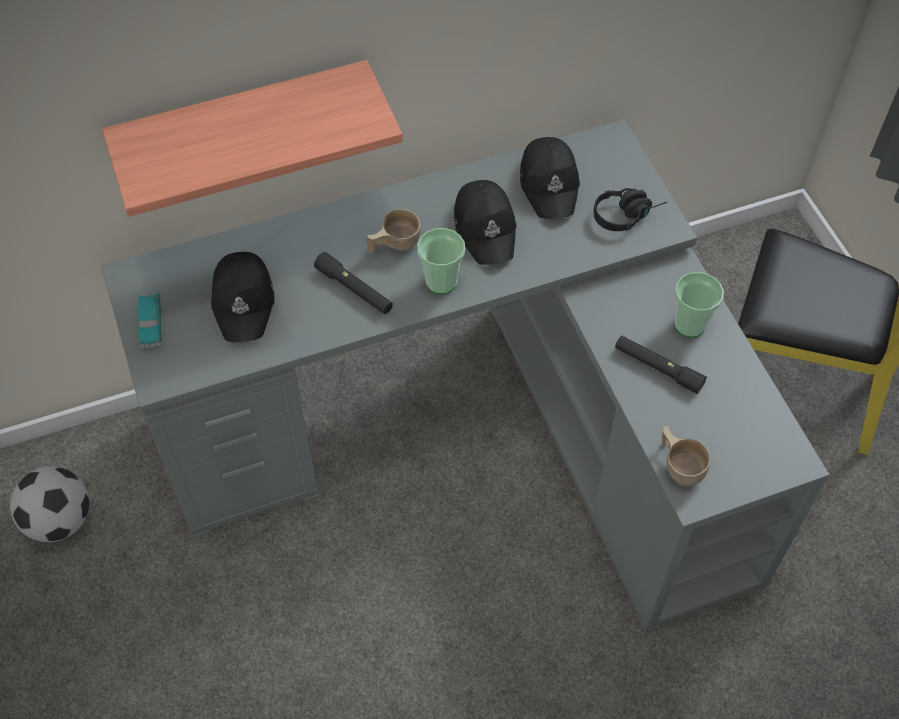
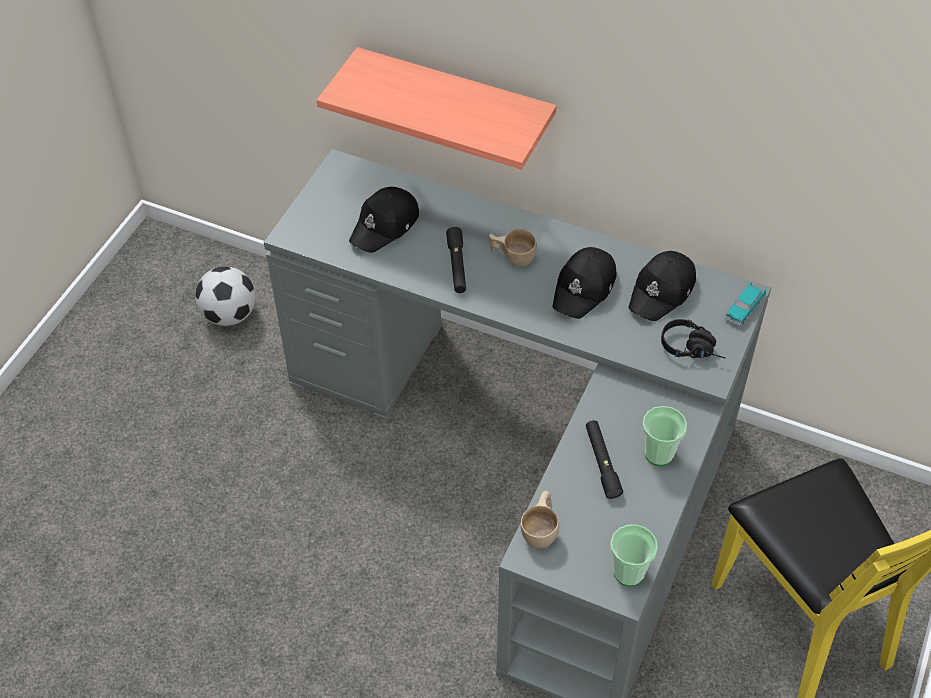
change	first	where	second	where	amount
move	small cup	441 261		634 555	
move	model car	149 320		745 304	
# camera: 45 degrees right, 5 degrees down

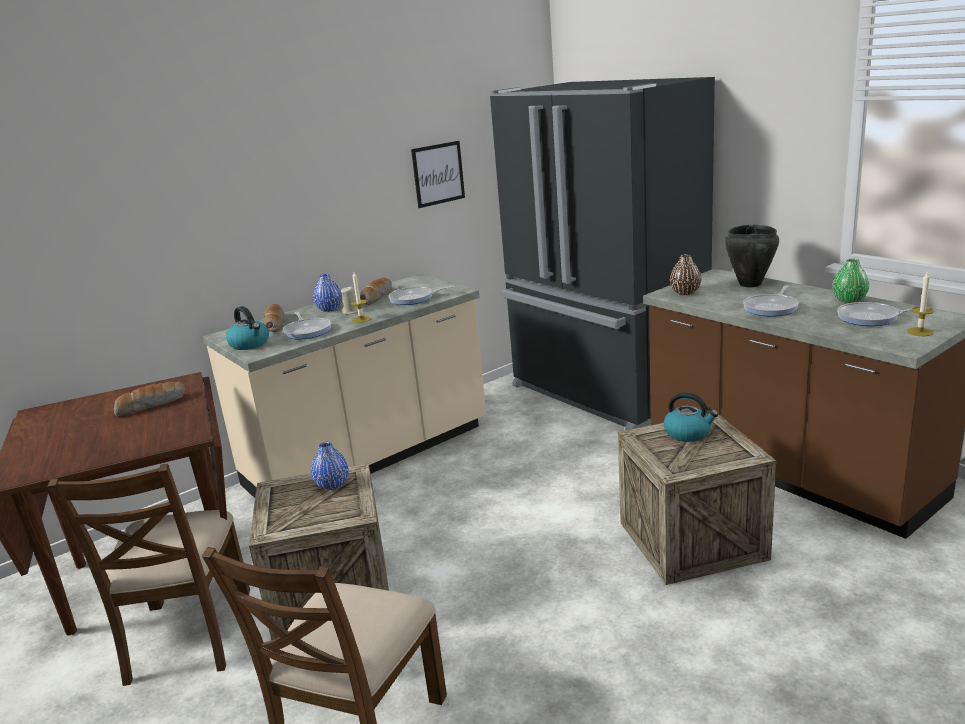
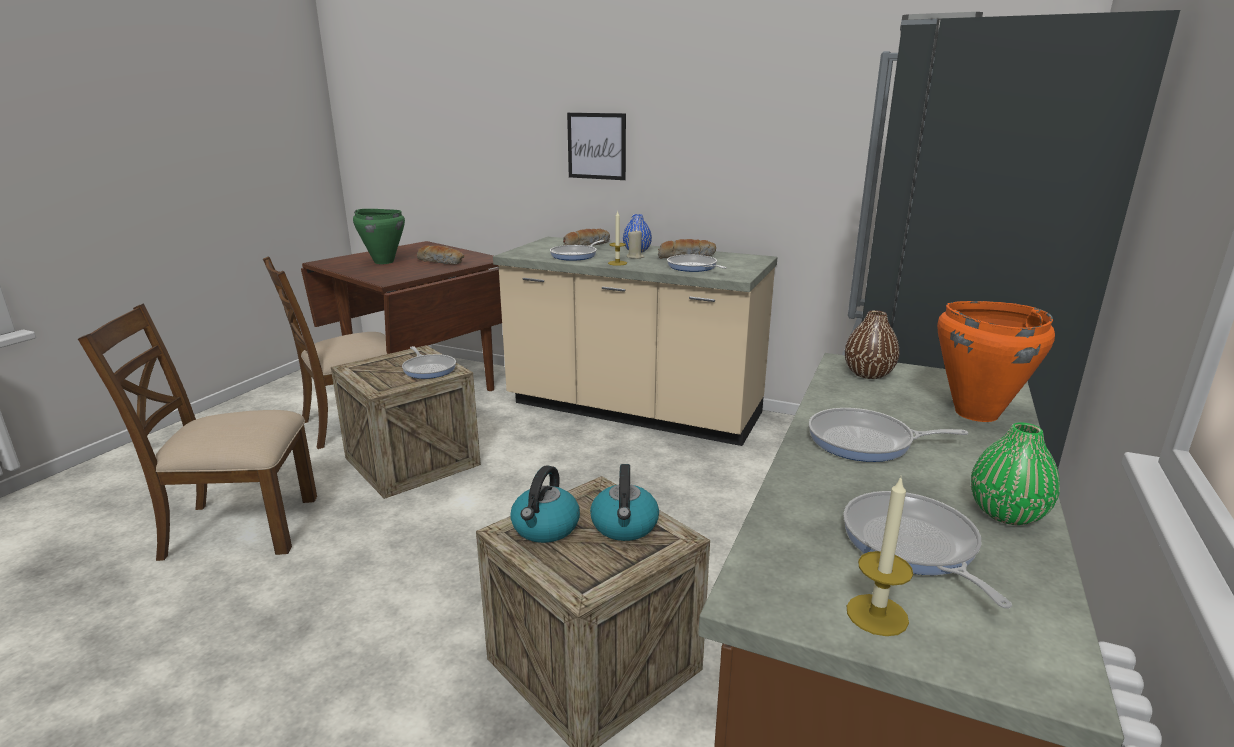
change	first	where	second	where	amount
move	wall art	438 174		596 146	
recolor	black stockpot	752 256	orange-coloured stockpot	996 361	
move	tea kettle	247 328		545 504	
replace	blue-coloured decorative vase	330 466	pan	429 362	
insert			green stockpot	379 236	
# camera: 60 degrees right, 0 degrees up

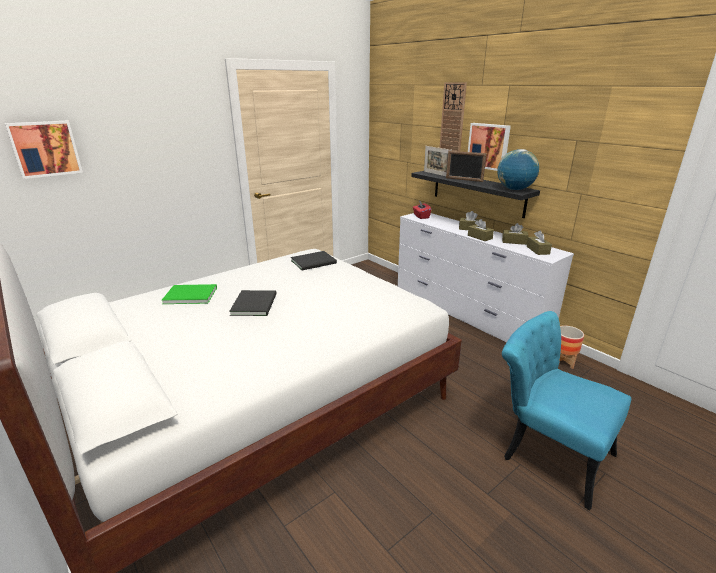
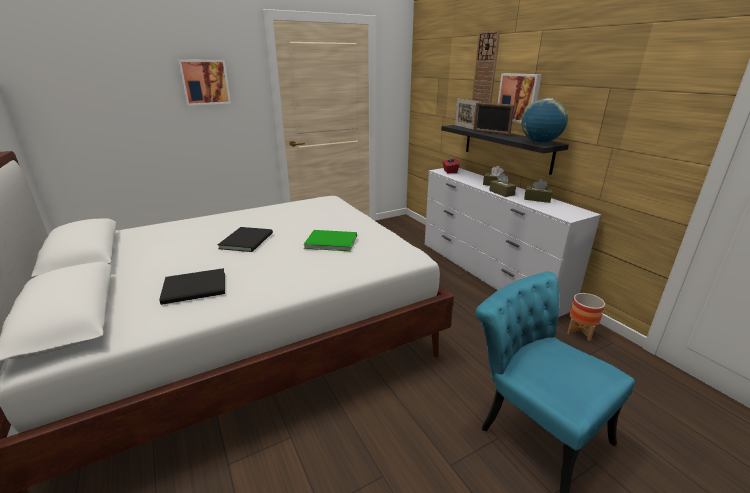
change	first	where	second	where	amount
move	wall art	44 150		204 83	
delete	brown box of tissues	539 243			
move	black book	314 260		192 286	
move	green book	189 294		330 240	
# camera: 10 degrees right, 0 degrees up

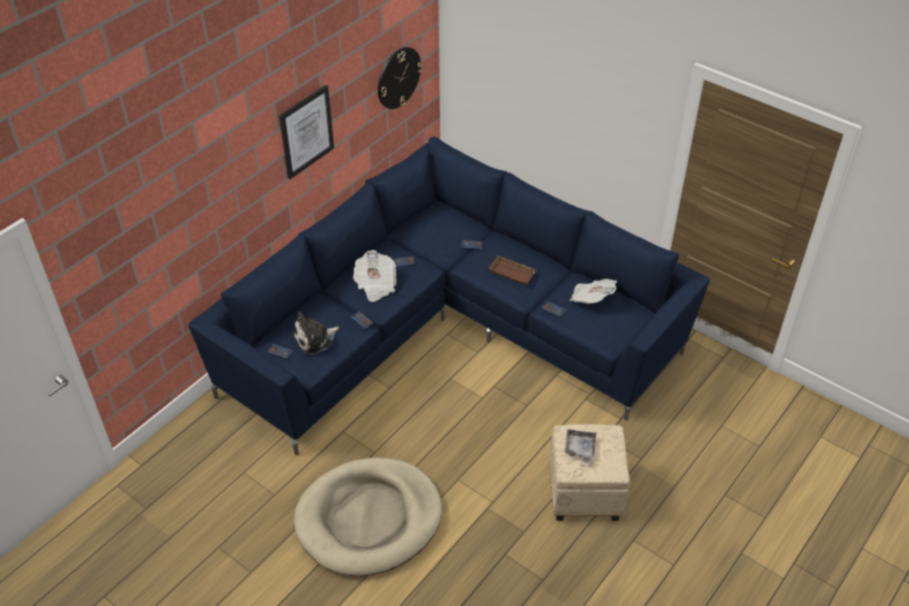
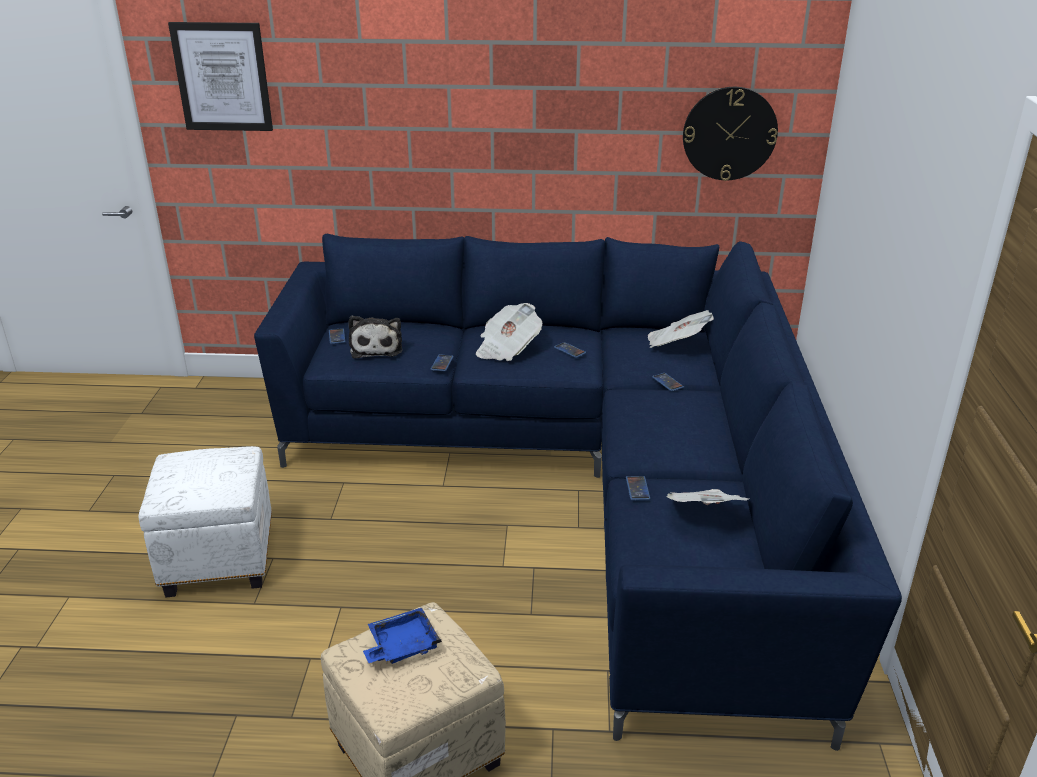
change	first	where	second	where	amount
move	wall art	306 132		220 76	
delete	brown serving tray	512 270			
rotate	cuddly toy	316 333		375 337	120 degrees counterclockwise
recolor	greyish serving tray	580 446	blue-coloured serving tray	402 635	
replace	sand-coloured dog cushion	368 516	whitish pouffe	205 521	
insert			newspaper	681 329	
# camera: 55 degrees right, 15 degrees down

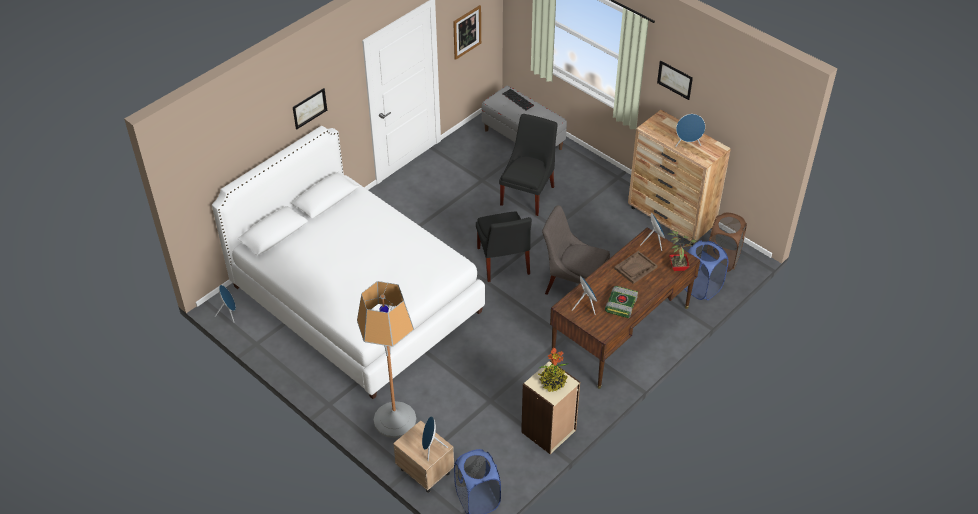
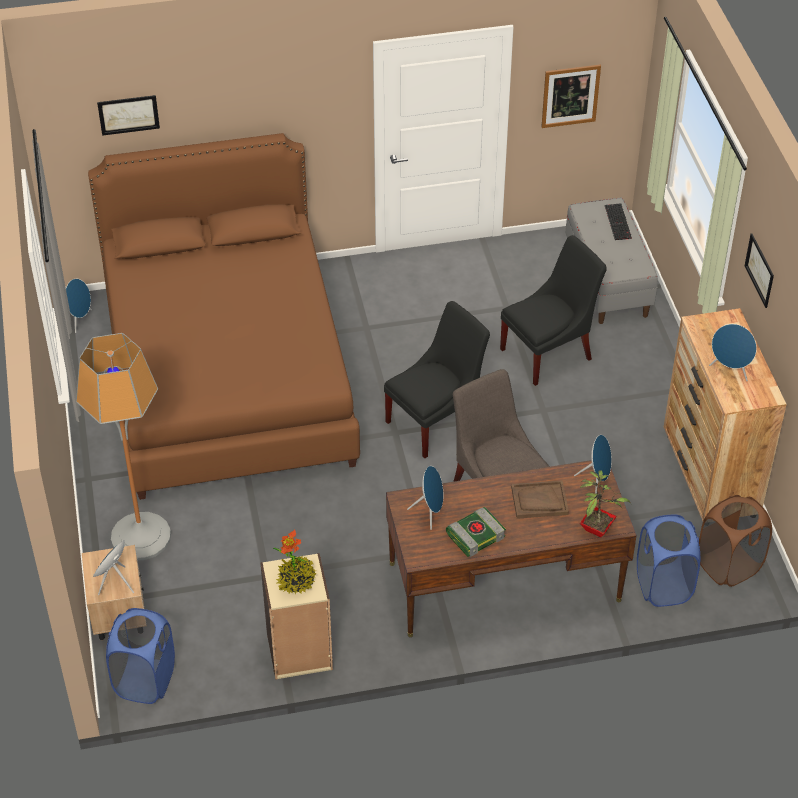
change	first	where	second	where	amount
move	wall art	310 109		128 115	
recolor	whitish bed	348 262	brown bed	224 316	
rotate	black plain chair	504 246		437 379	150 degrees counterclockwise
# camera: 35 degrees right, 0 degrees up

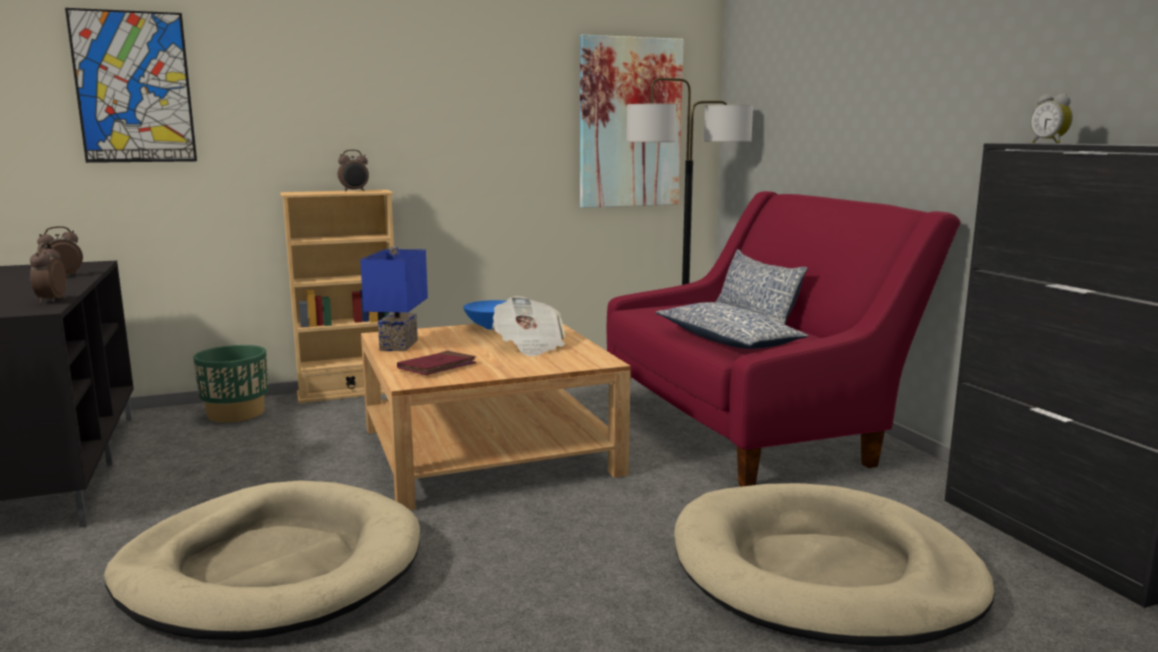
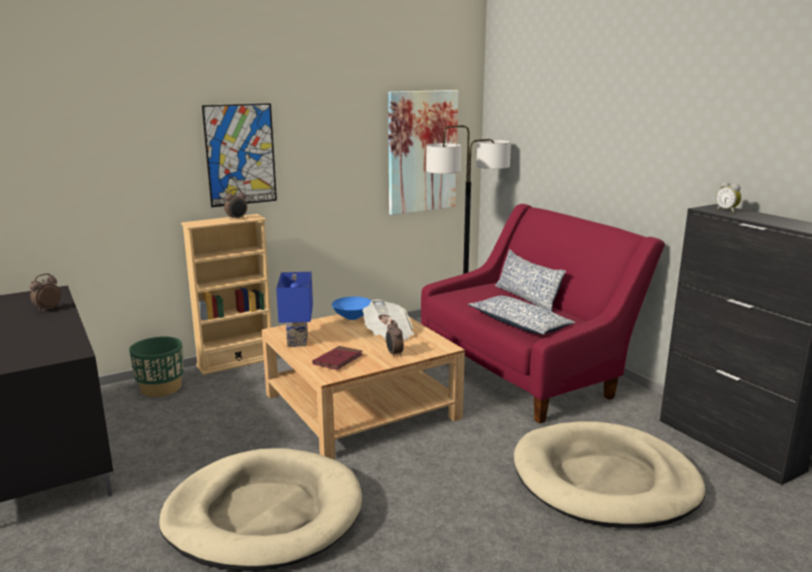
change	first	where	second	where	amount
move	wall art	131 85		239 155	
move	bedside clock	48 273		395 339	
# camera: 10 degrees left, 5 degrees up

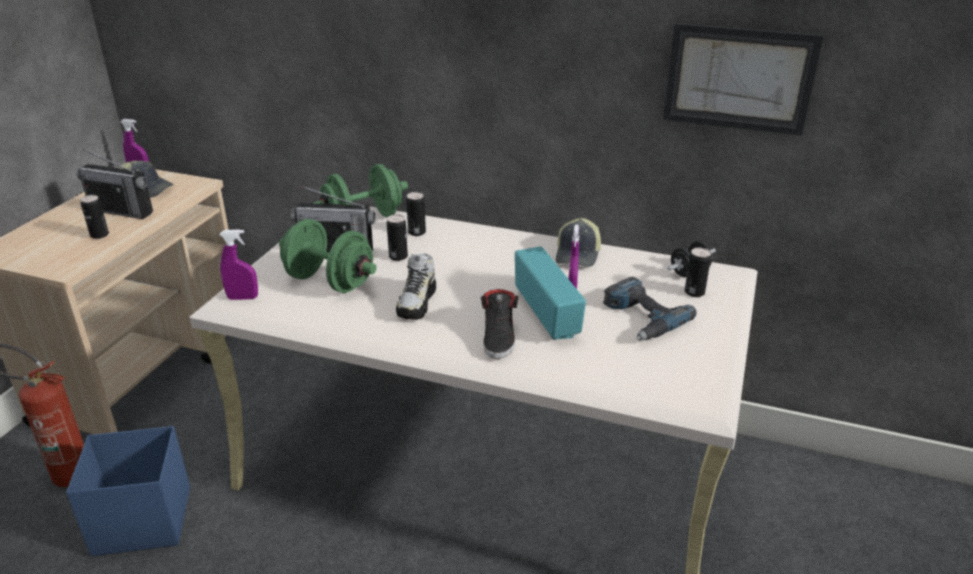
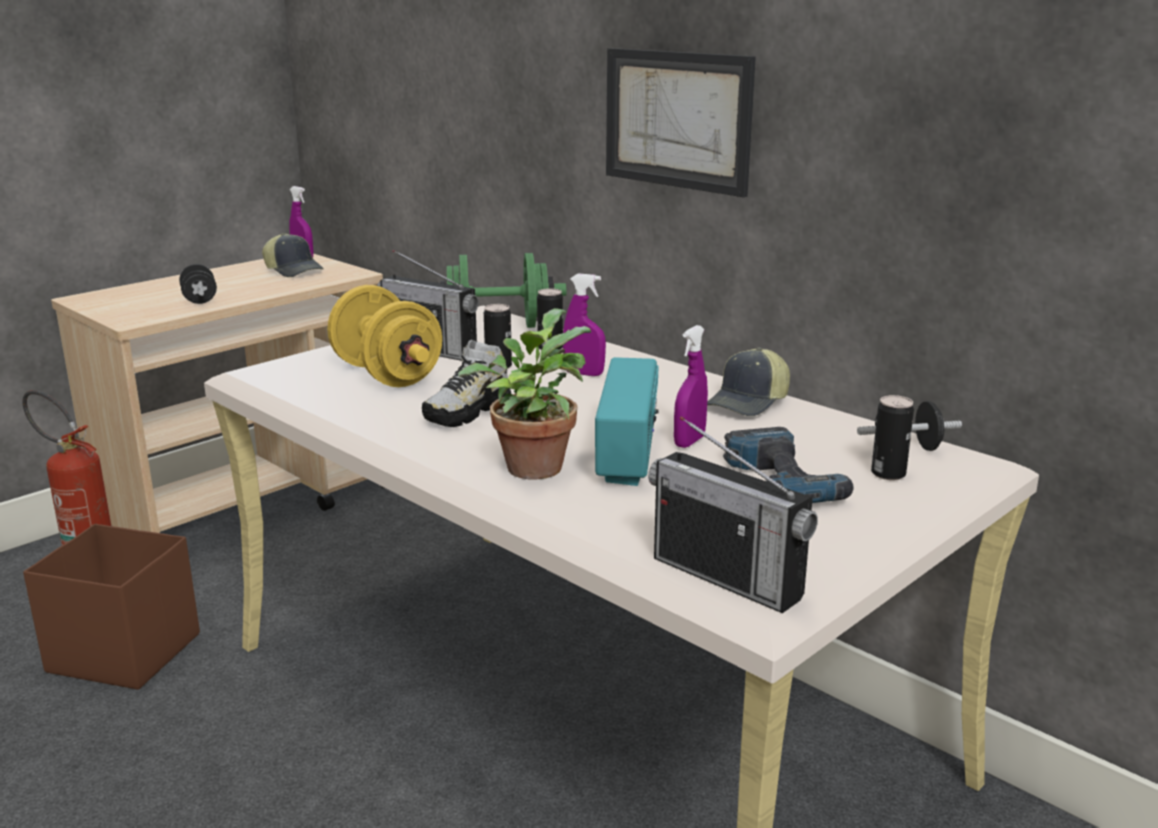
change	first	where	second	where	amount
move	wall art	743 79		681 122	
move	radio receiver	115 184		733 514	
replace	metal can	94 217	black dumbbell	198 284	
recolor	green dumbbell	328 256	yellow-coloured dumbbell	384 336	
move	purplish spray bottle	238 264		584 324	
replace	black item of footwear	499 324	potted plant	524 393	
recolor	blue-coloured storage bin	128 491	brown storage bin	111 607	
# camera: 25 degrees right, 10 degrees down

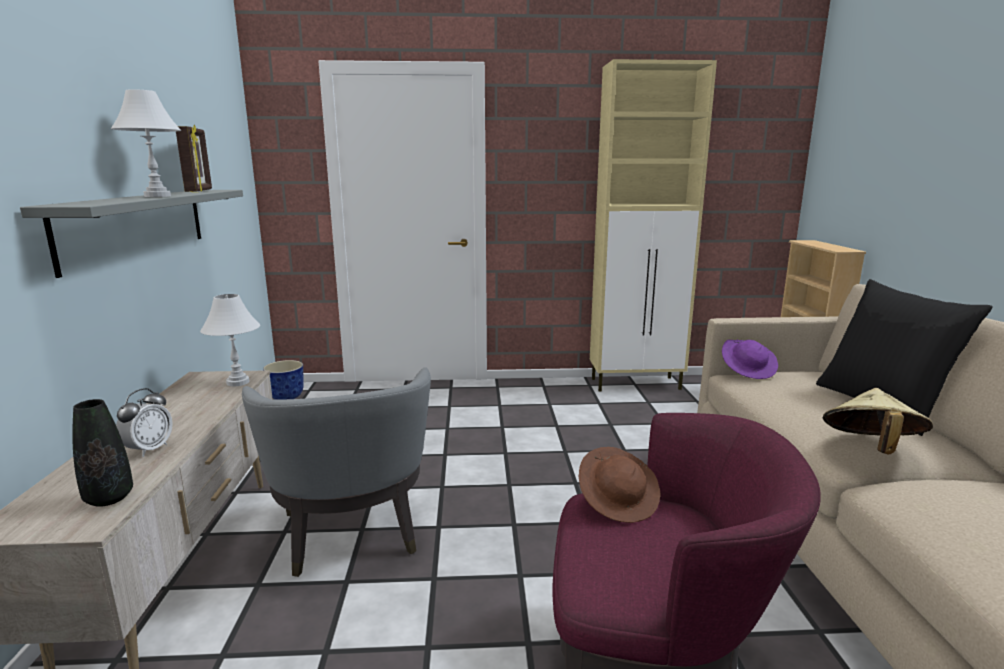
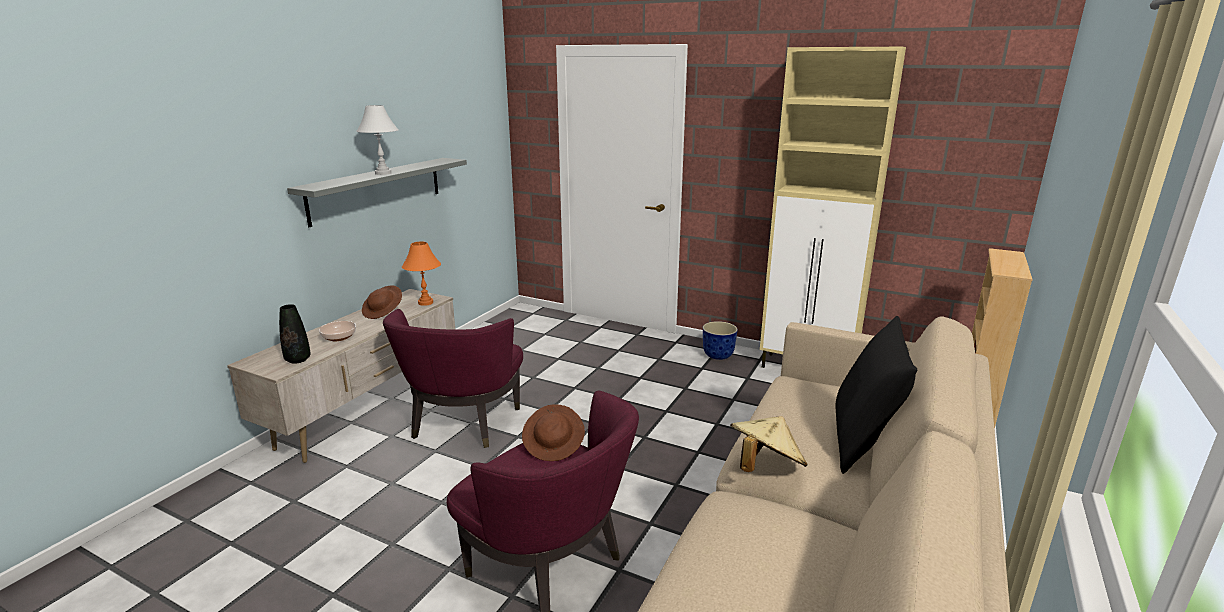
change	first	where	second	where	amount
delete	standing frame	194 158			
recolor	whitish table lamp	230 340	orange-coloured table lamp	421 273	
delete	purplish wearable hat	750 359			
move	plant pot	283 379		720 340	
recolor	greyish easy chair	336 472	purplish easy chair	453 378	
replace	bedside clock	144 422	serving bowl	337 331	
insert			brown wearable hat	382 302	
# camera: 30 degrees right, 5 degrees up

